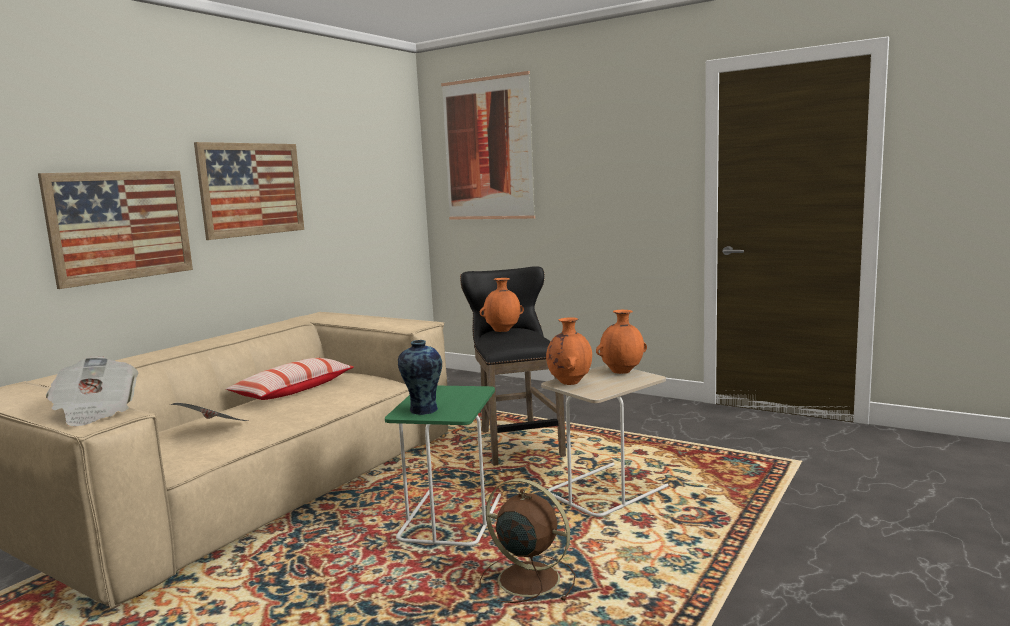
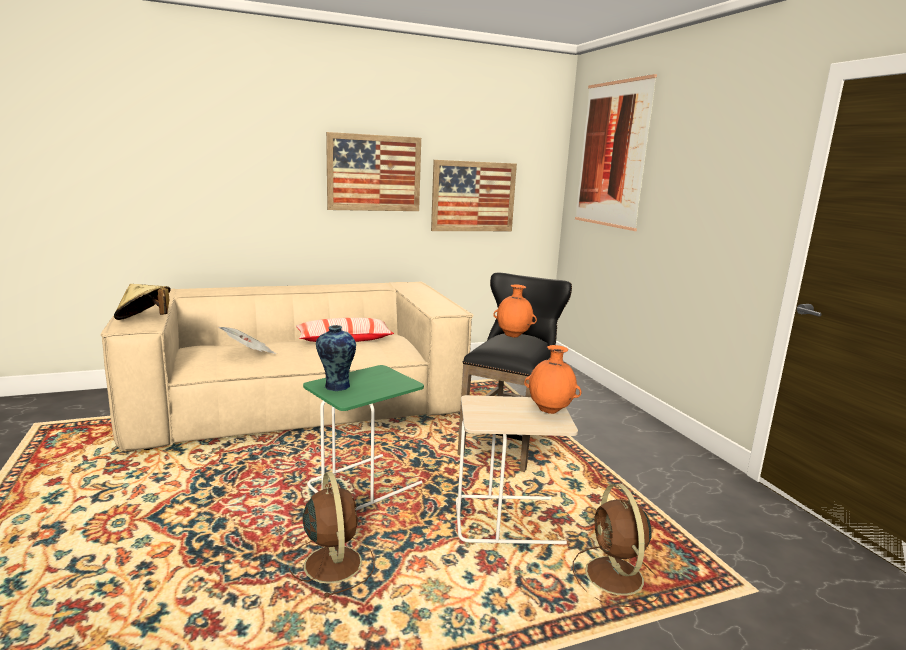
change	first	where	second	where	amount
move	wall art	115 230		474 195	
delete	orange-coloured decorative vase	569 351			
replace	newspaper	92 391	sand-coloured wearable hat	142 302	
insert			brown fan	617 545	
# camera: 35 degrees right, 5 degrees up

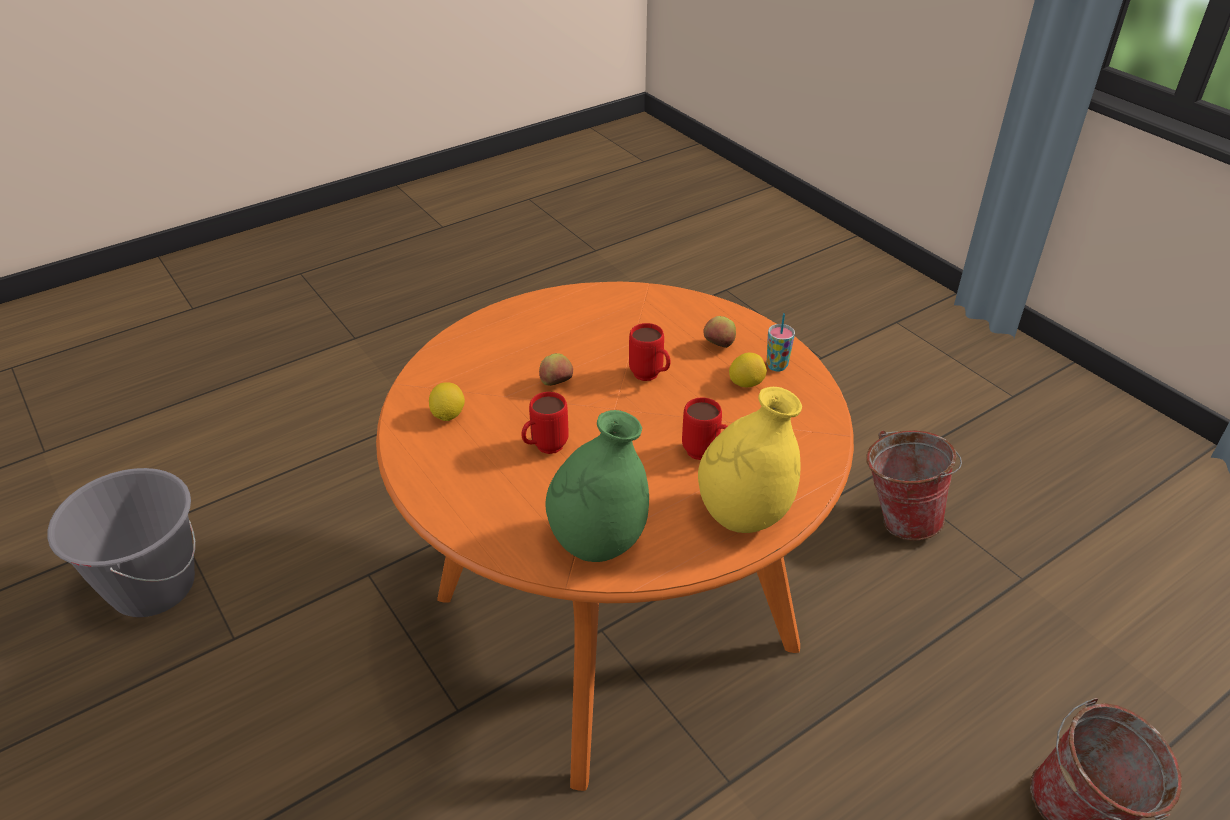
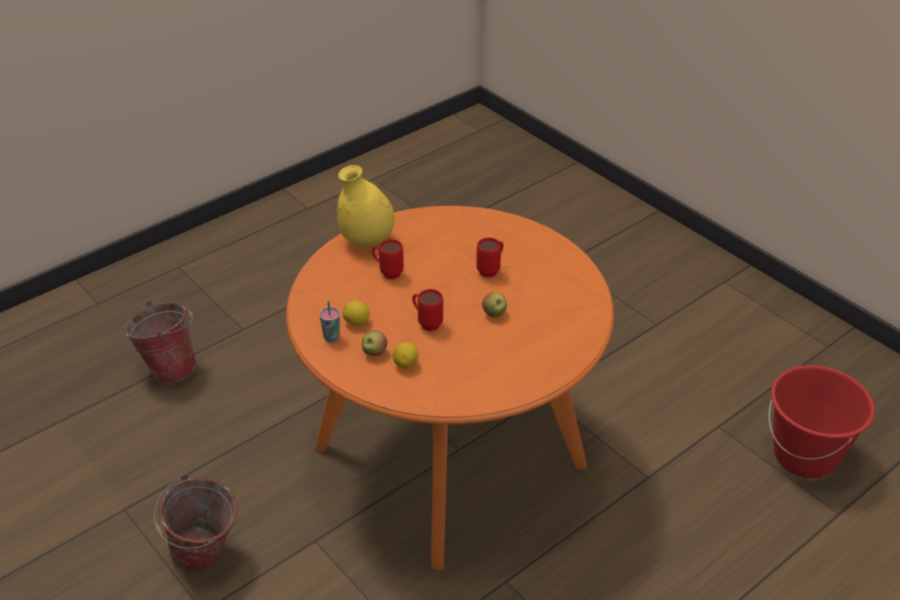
change	first	where	second	where	amount
move	whole lemon	447 401		405 355	
delete	green decorative vase	597 486			
recolor	greyish pail	121 542	reddish pail	822 422	
# camera: 175 degrees right, 0 degrees up

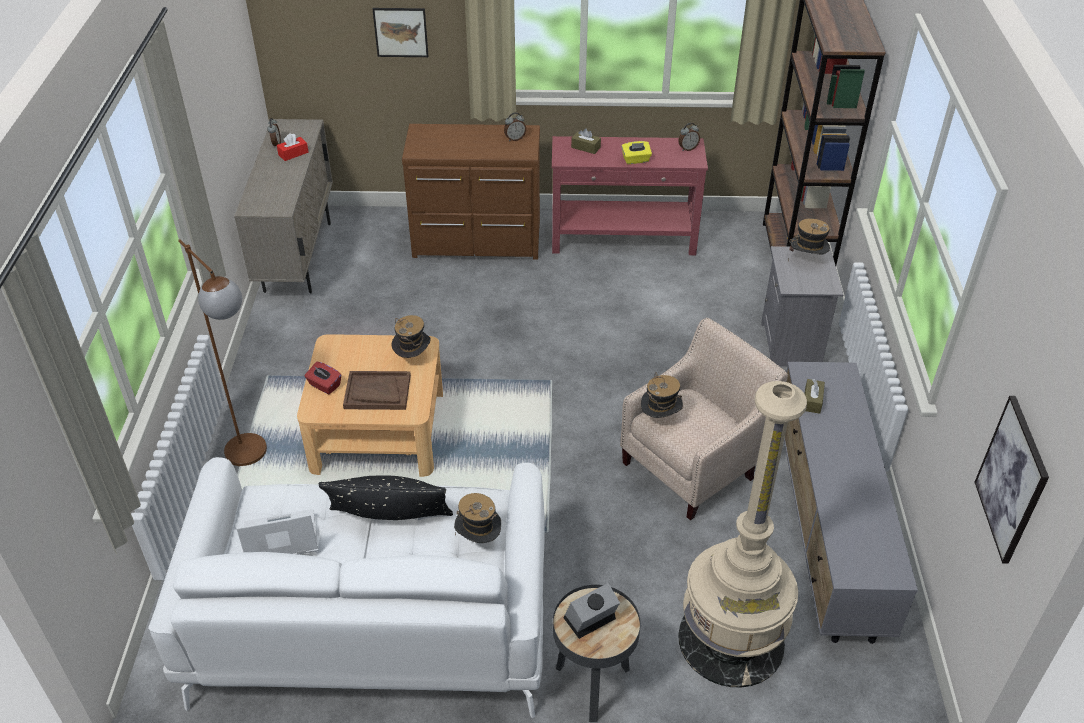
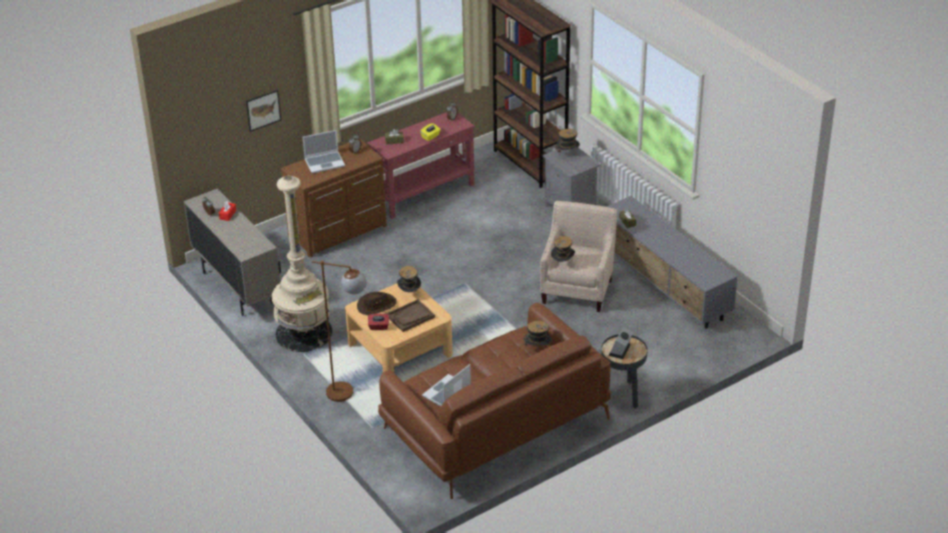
change	first	where	second	where	amount
move	sand-coloured floor lamp	742 534		302 263	
delete	wall art	1011 480			
recolor	whitish couch	346 587	brown couch	494 401	
delete	black cushion	385 497			
insert			laptop	324 151	
insert			brown wearable hat	377 303	
# camera: 35 degrees left, 5 degrees down

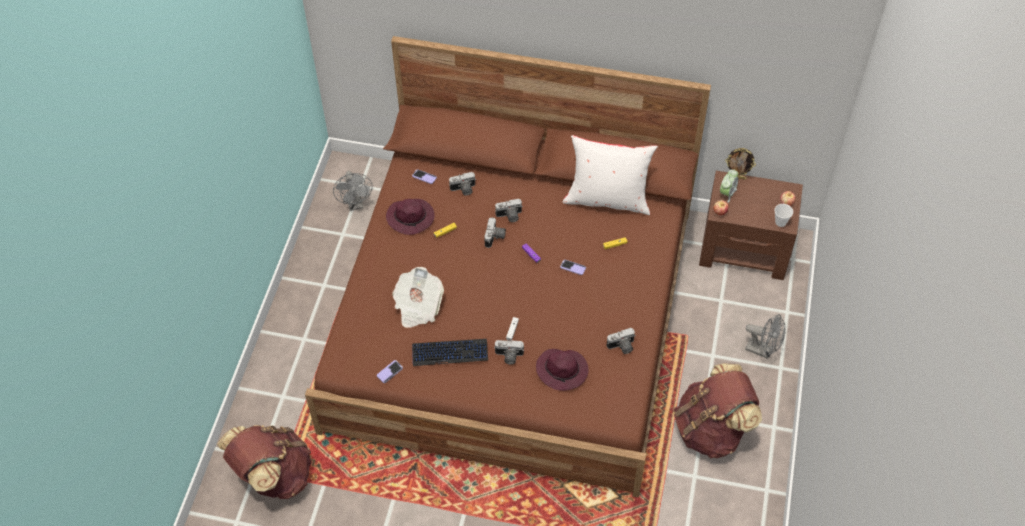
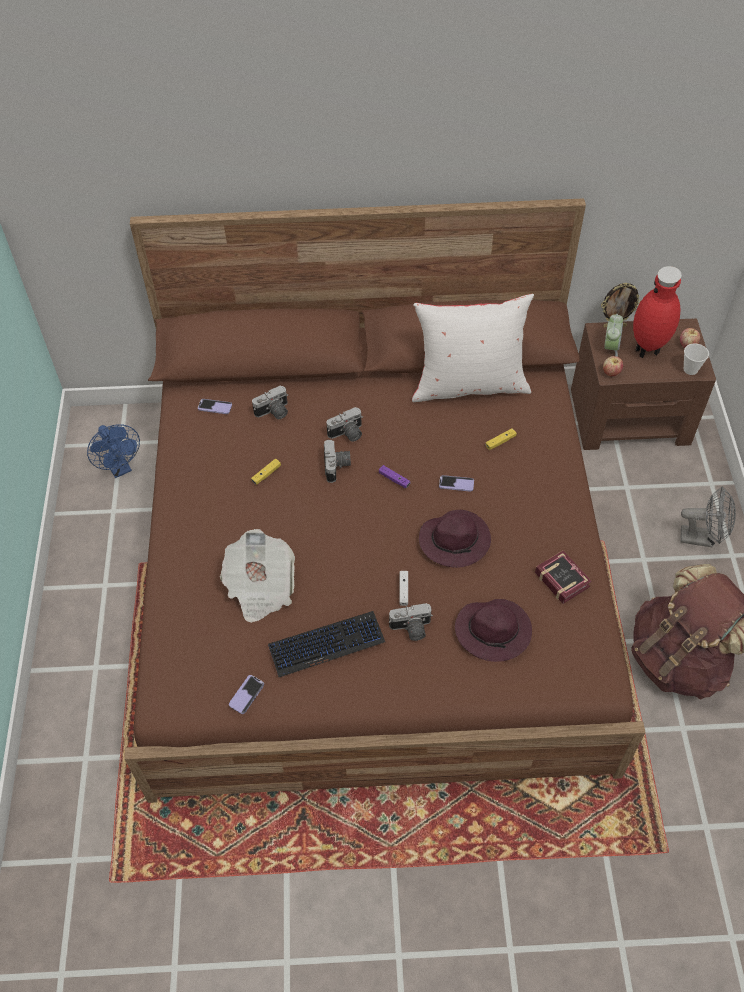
change	first	where	second	where	amount
recolor	greyish fan	353 191	blue-coloured fan	113 451	
move	purplish wearable hat	410 217		455 539	
replace	still camera	621 341	book	563 577	
delete	brown knapsack	264 462			
insert			reddish decorative vase	657 312	
# camera: 15 degrees left, 0 degrees up

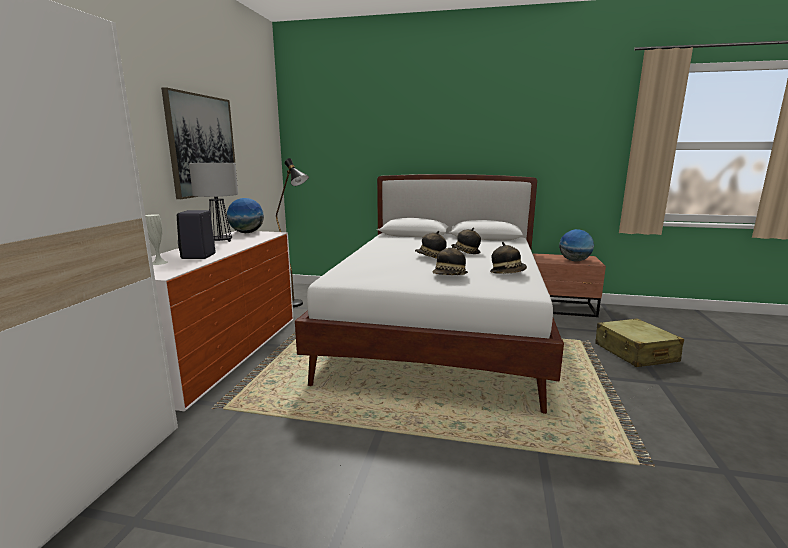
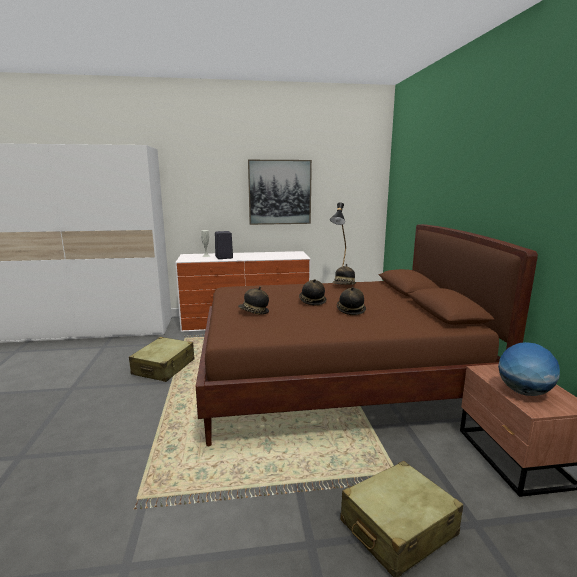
change	first	where	second	where	amount
delete	table lamp	213 202			
recolor	whitish bed	429 294	brown bed	367 335	
delete	desk globe	245 215			
move	wearable hat	508 258		344 274	
insert			sand-coloured travel case	162 359	
# camera: 70 degrees right, 0 degrees up

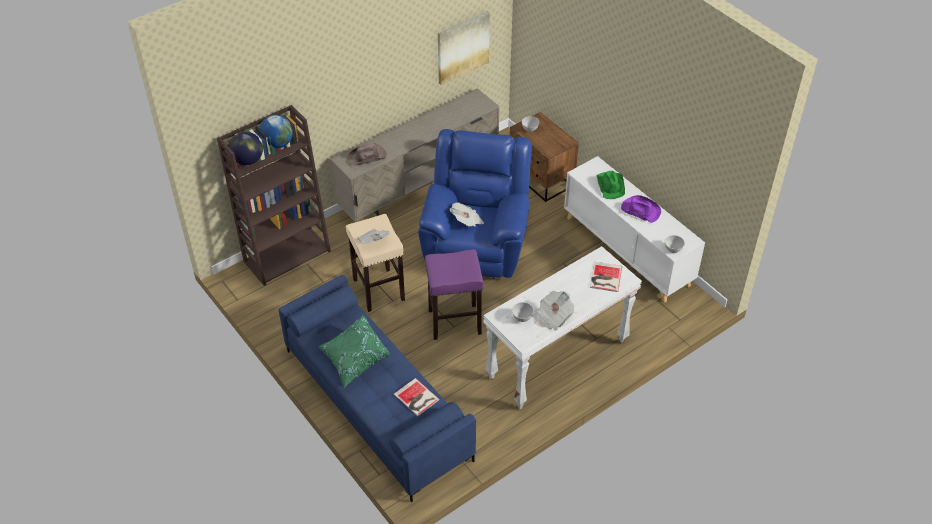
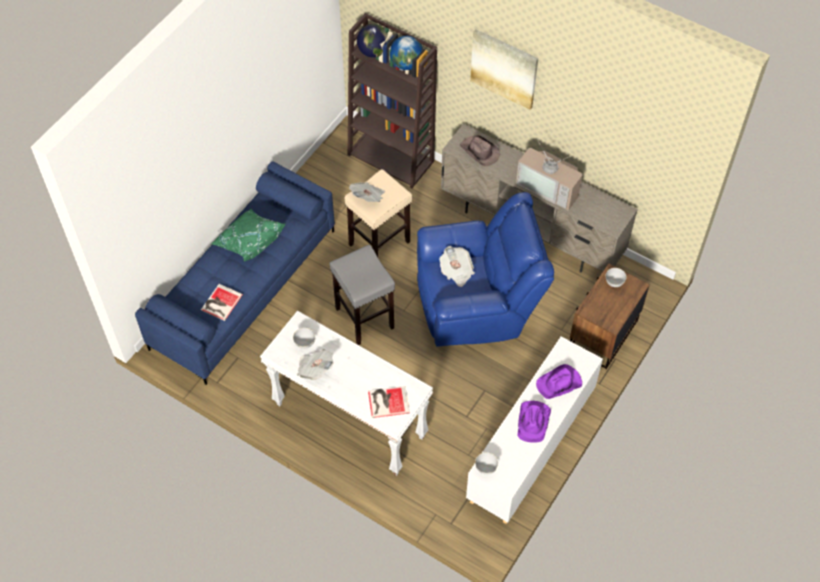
change	first	where	second	where	amount
move	wall art	464 48		504 69	
recolor	green wearable hat	611 185	purplish wearable hat	559 381	
recolor	purplish stool	454 294	greyish stool	362 295	
insert			TV set	549 174	
# camera: 70 degrees right, 10 degrees up

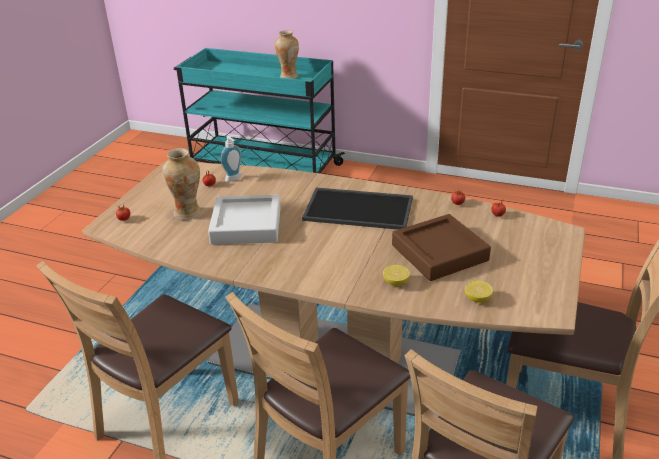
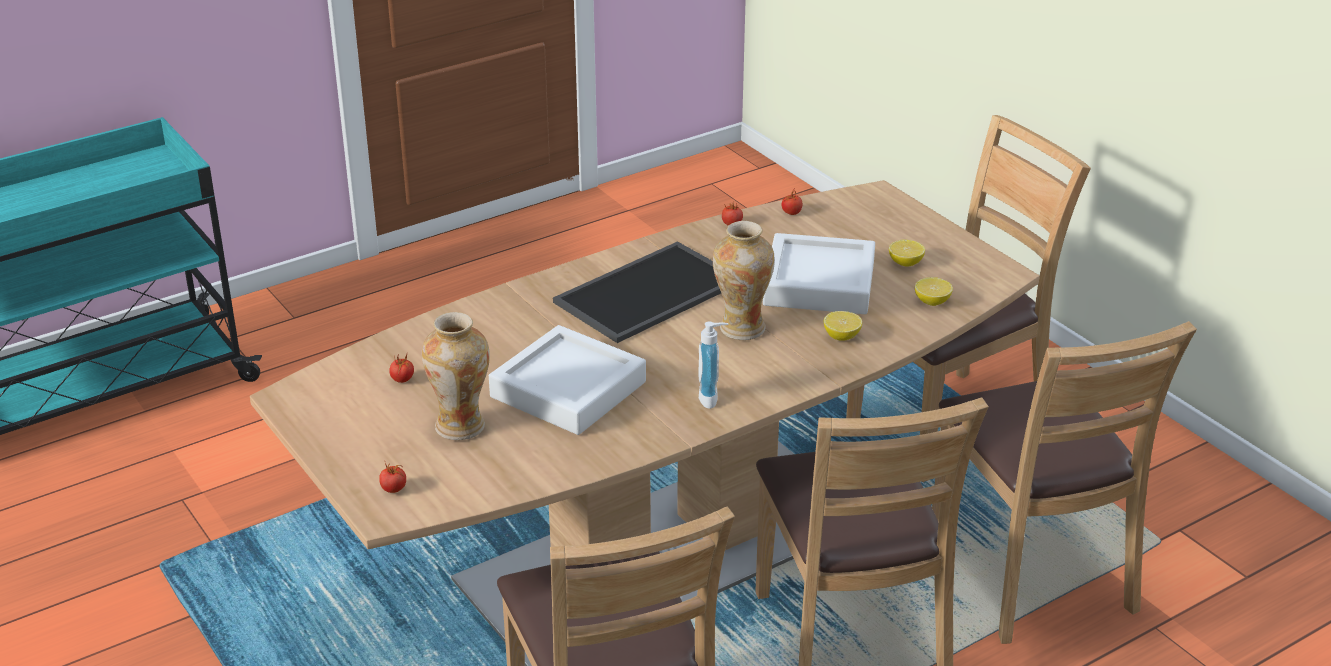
change	first	where	second	where	amount
move	decorative vase	287 54		744 280	
move	liquid soap bottle	231 159		713 365	
recolor	brown serving tray	441 247	whitish serving tray	819 273	
insert			whole lemon	907 253	
# camera: 55 degrees left, 0 degrees up

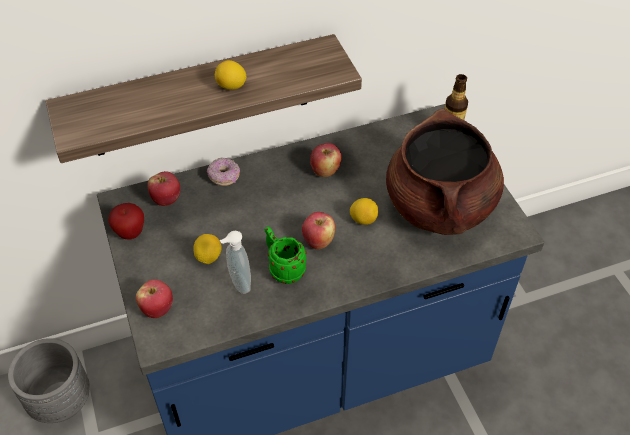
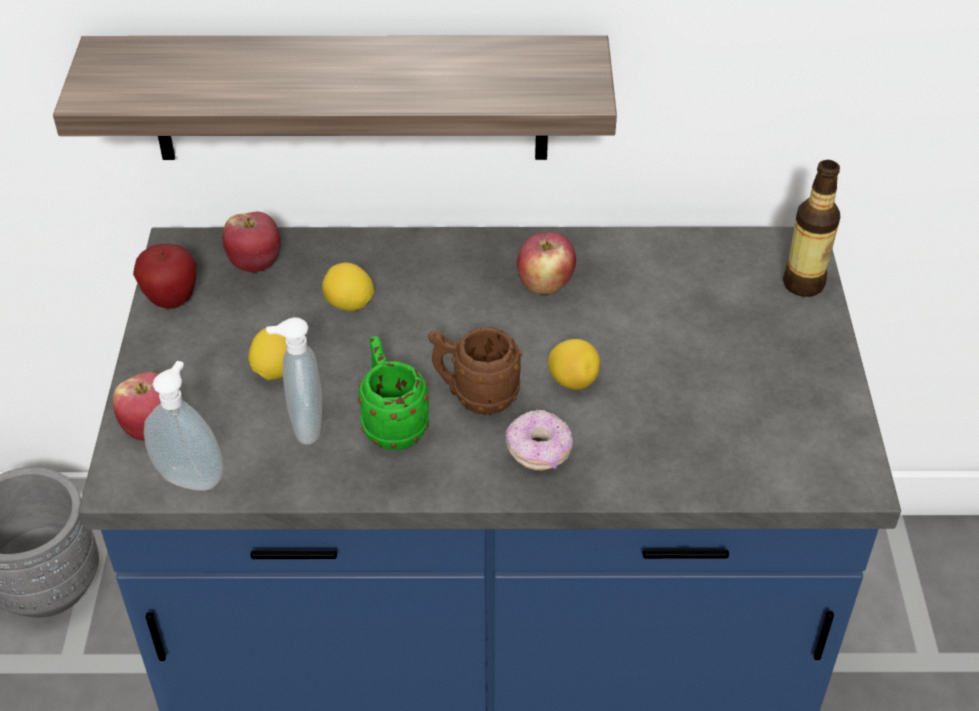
change	first	where	second	where	amount
move	whole lemon	230 75		348 286	
delete	brown stockpot	445 171			
move	donut	223 171		539 440	
replace	whole apple	318 230	brown tea mug	475 371	
insert			liquid soap bottle	184 426	
# camera: 20 degrees right, 5 degrees down

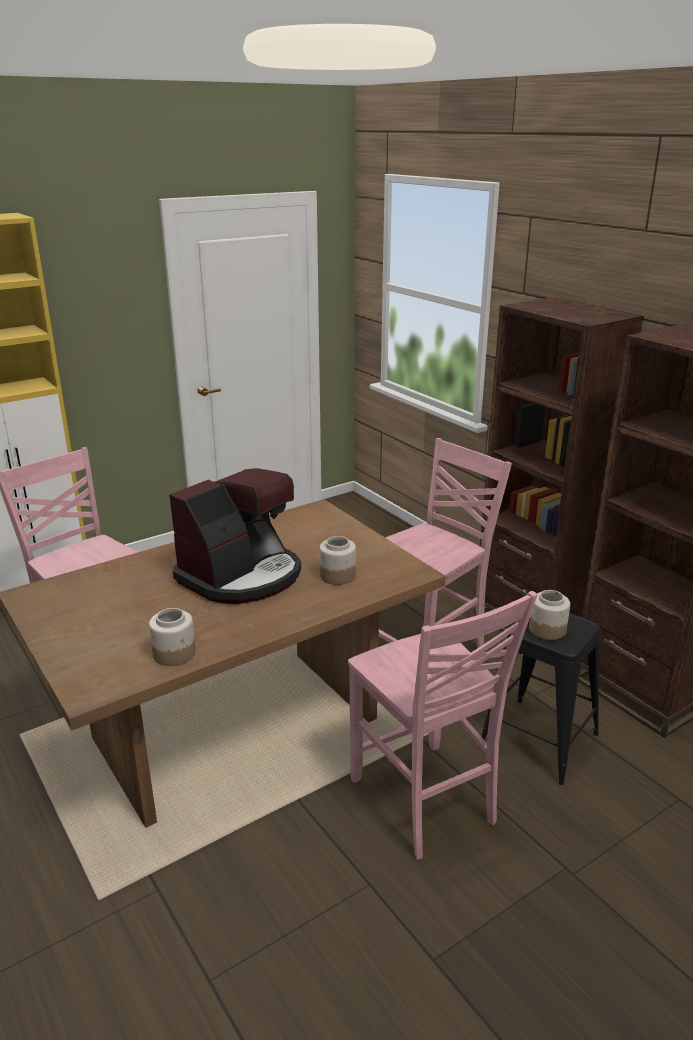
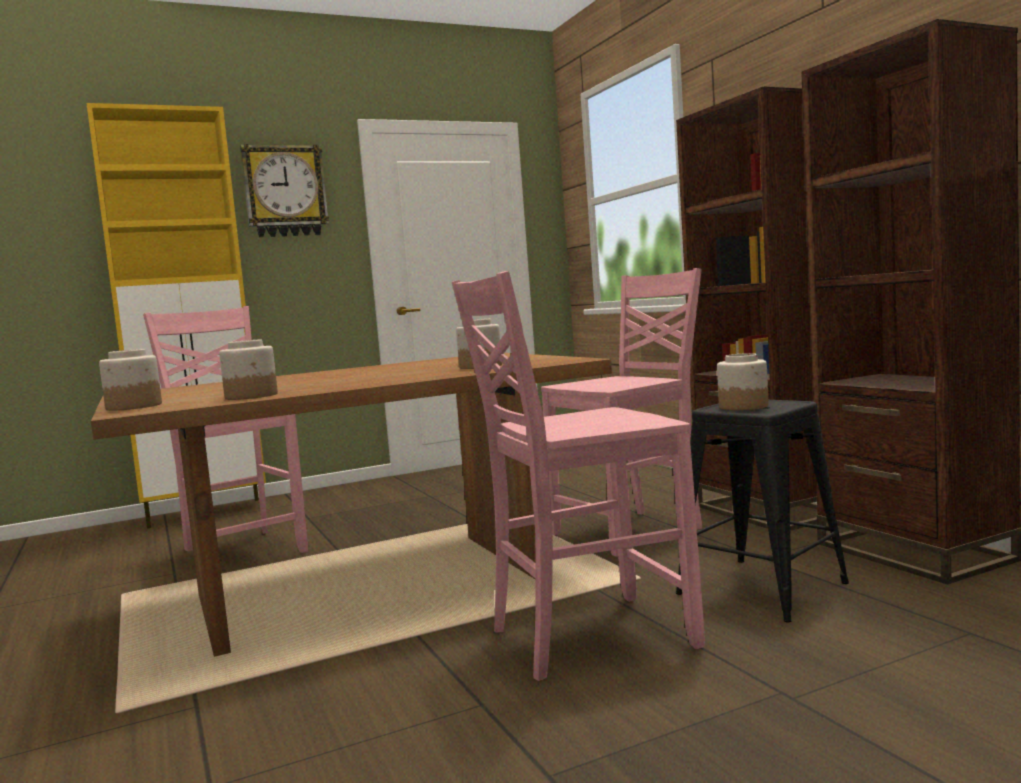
change	first	where	second	where	amount
delete	coffee maker	235 536			
rotate	pink-coloured plain chair	443 725		578 476	90 degrees clockwise
insert			hanging clock	284 190	
insert			preserve jar	130 380	
# camera: 10 degrees right, 20 degrees down

